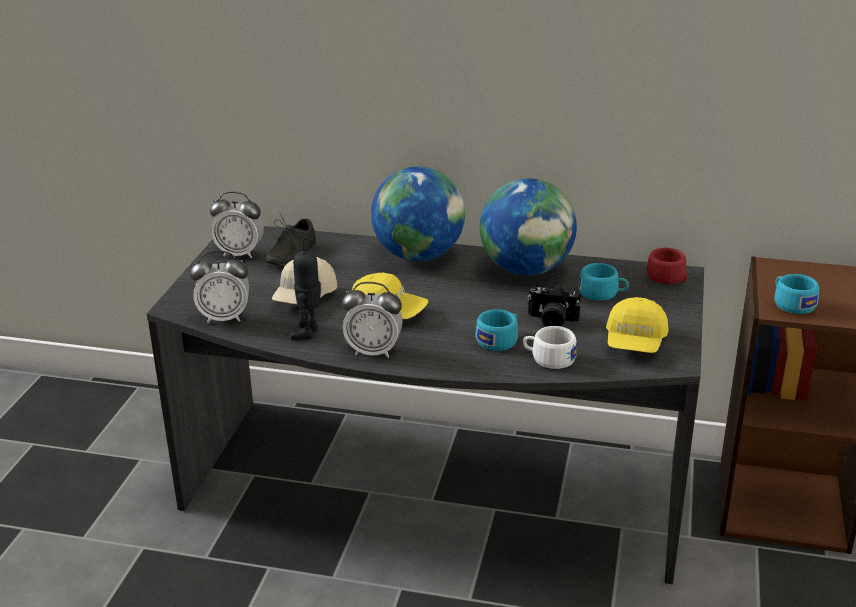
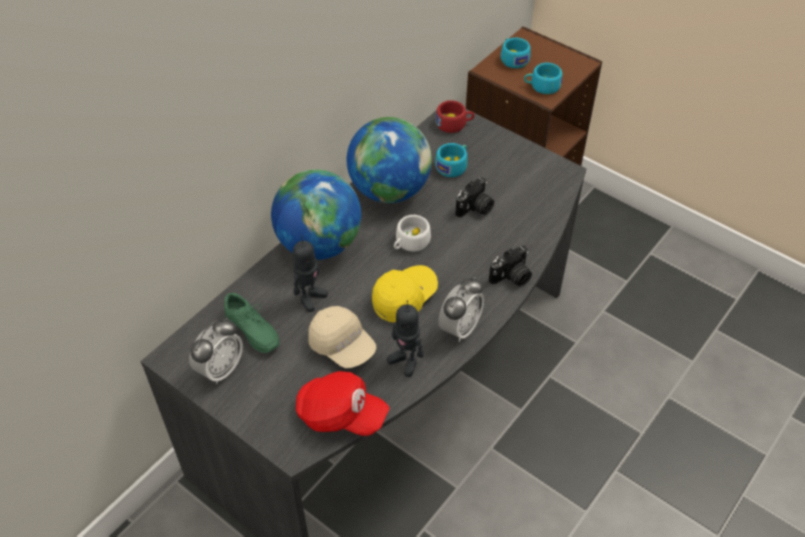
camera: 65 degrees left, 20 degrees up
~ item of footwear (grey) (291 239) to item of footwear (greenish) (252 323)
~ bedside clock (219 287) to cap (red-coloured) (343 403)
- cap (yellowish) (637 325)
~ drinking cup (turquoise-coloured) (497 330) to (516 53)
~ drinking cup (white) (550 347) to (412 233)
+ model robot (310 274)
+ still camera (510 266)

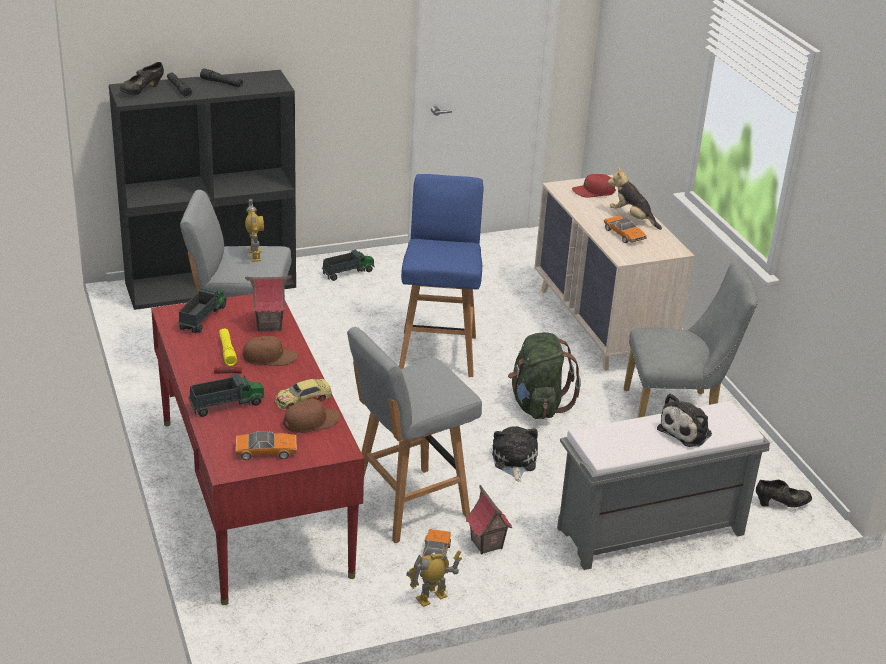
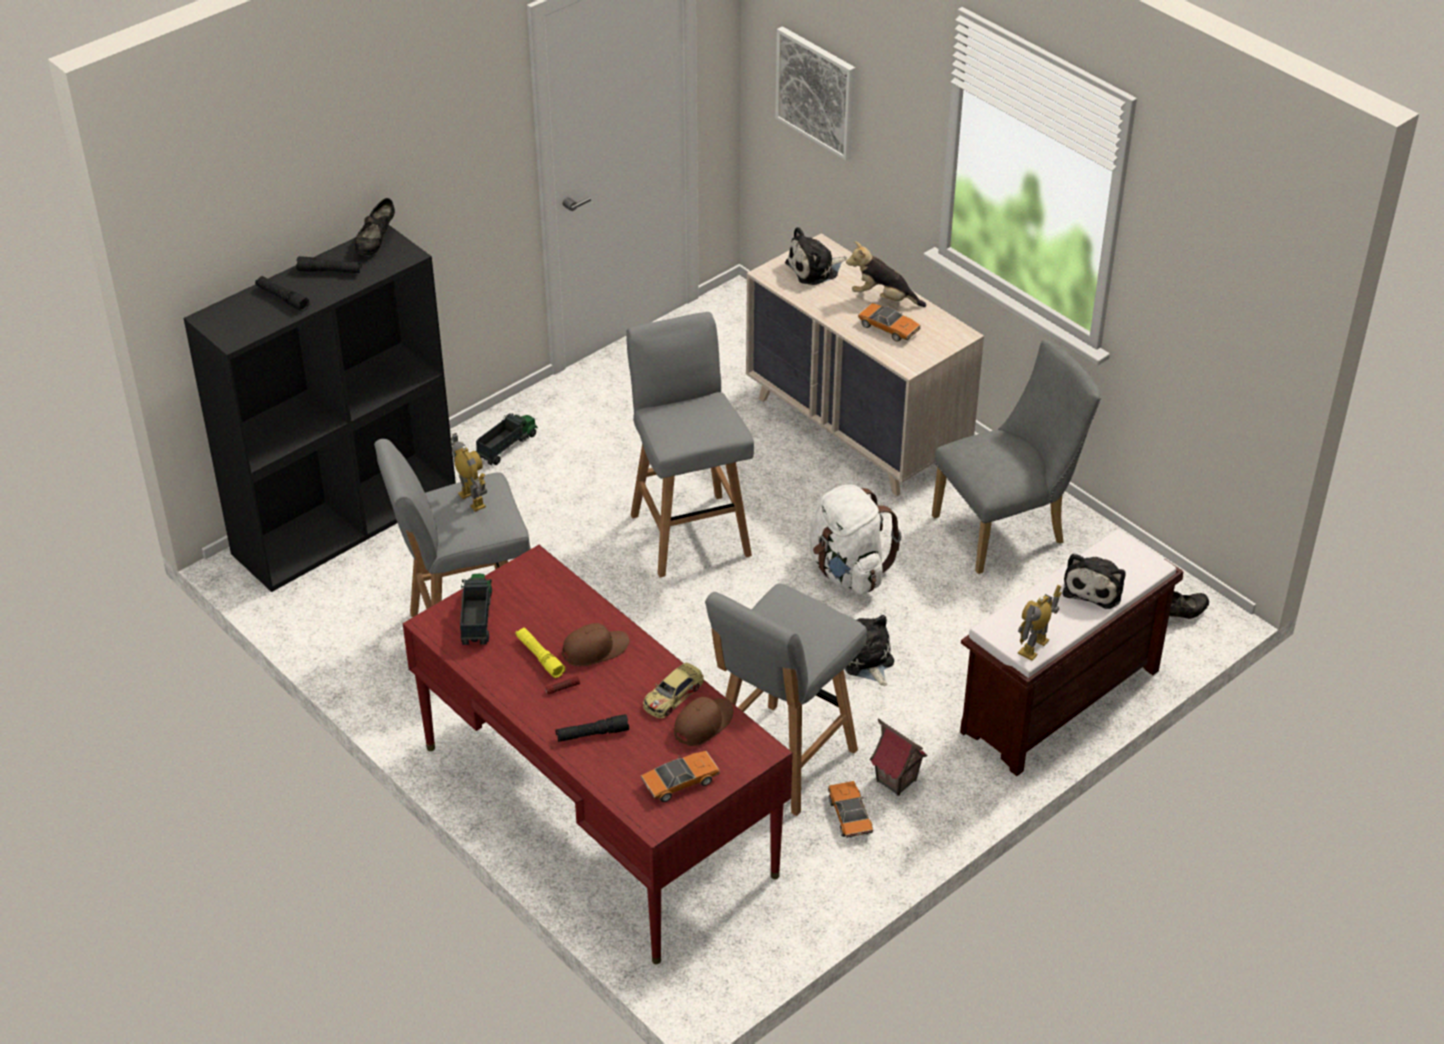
camera: 20 degrees left, 10 degrees up
~ item of footwear (black-coloured) (142 78) to (375 226)
~ sitting stool (bluish) (441 275) to sitting stool (grey) (690 444)
~ cap (red-coloured) (594 185) to soft toy (816 256)
- toy house (268 303)
~ rucksack (greenish) (544 375) to rucksack (white) (856 540)
~ toy lorry (226 395) to hand torch (black-coloured) (592 728)
~ long seat (grey) (663 485) to long seat (brownish) (1072 652)
~ model robot (434 578) to (1039 623)
+ wall picture (815 93)

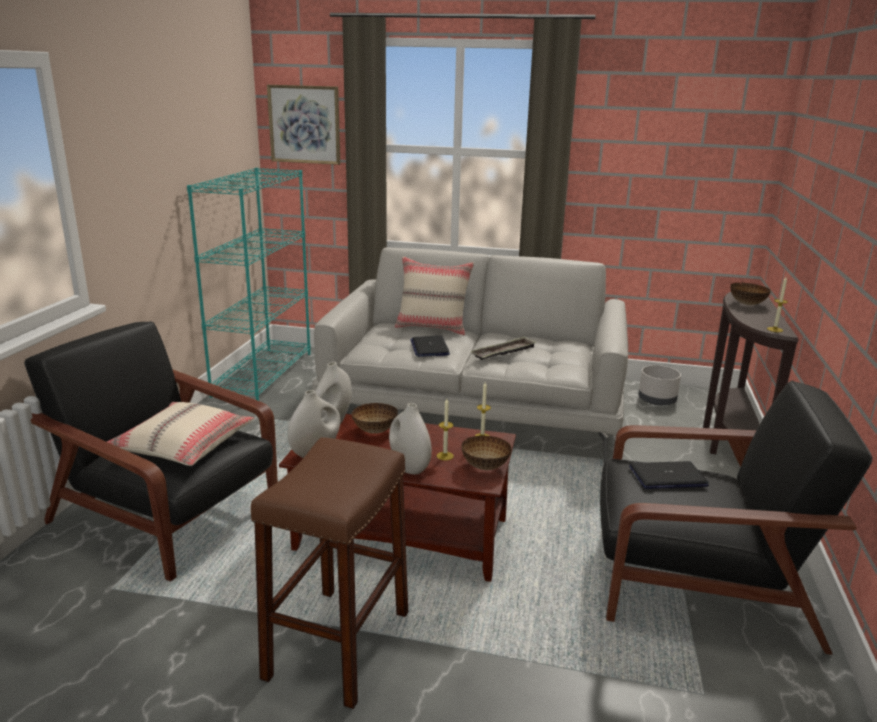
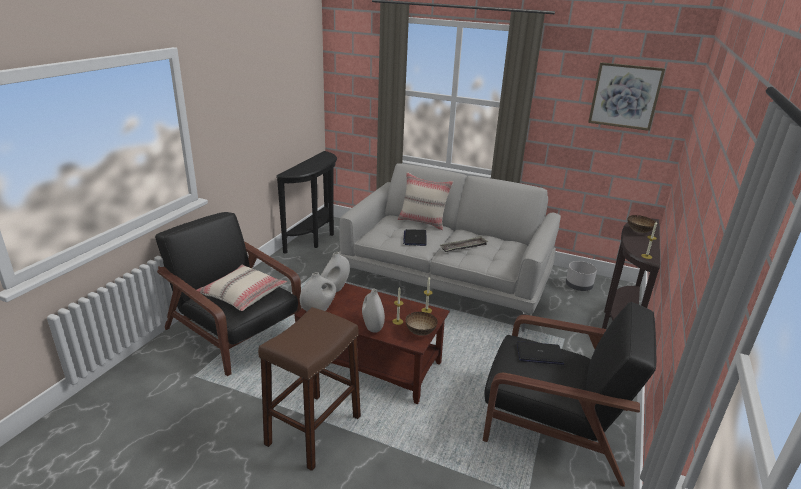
camera: 10 degrees right, 5 degrees up
~ wall picture (303 125) to (626 96)
~ bookshelf (turquoise-coloured) (249 284) to console table (black-coloured) (306 202)
- deep dish (375 418)

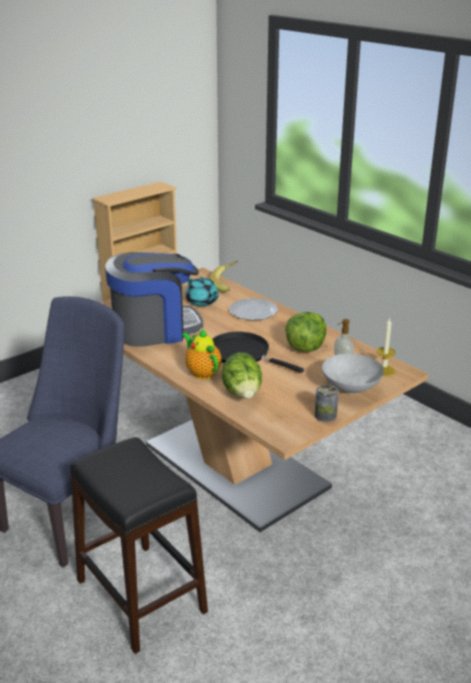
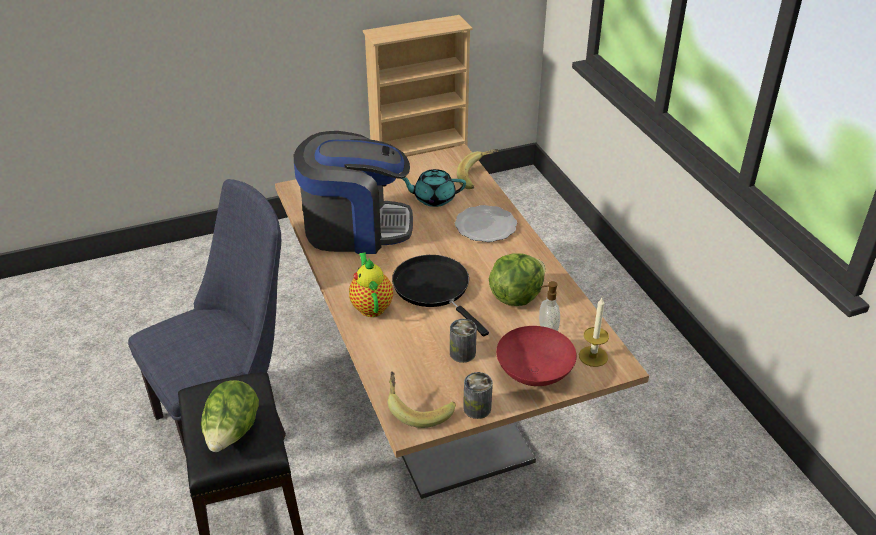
camera: 20 degrees right, 10 degrees up
~ pot for tea (turquoise-coloured) (201 291) = (434 188) 105 degrees clockwise
~ lettuce (241 375) to (230 416)
~ deep dish (grey) (353 373) to deep dish (red-coloured) (536 356)
+ can (463 341)
+ banana (422 400)

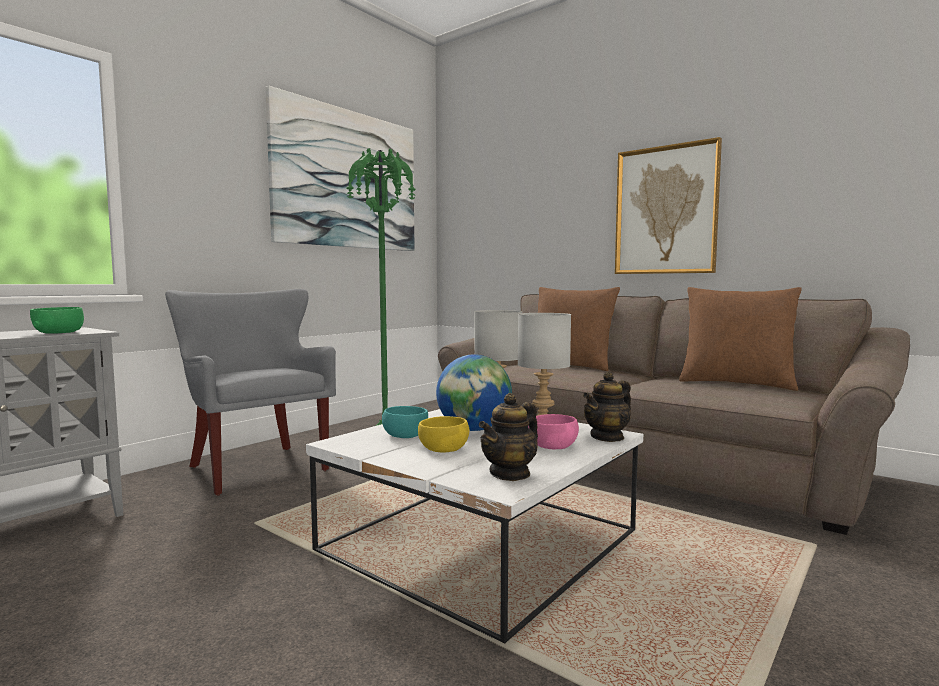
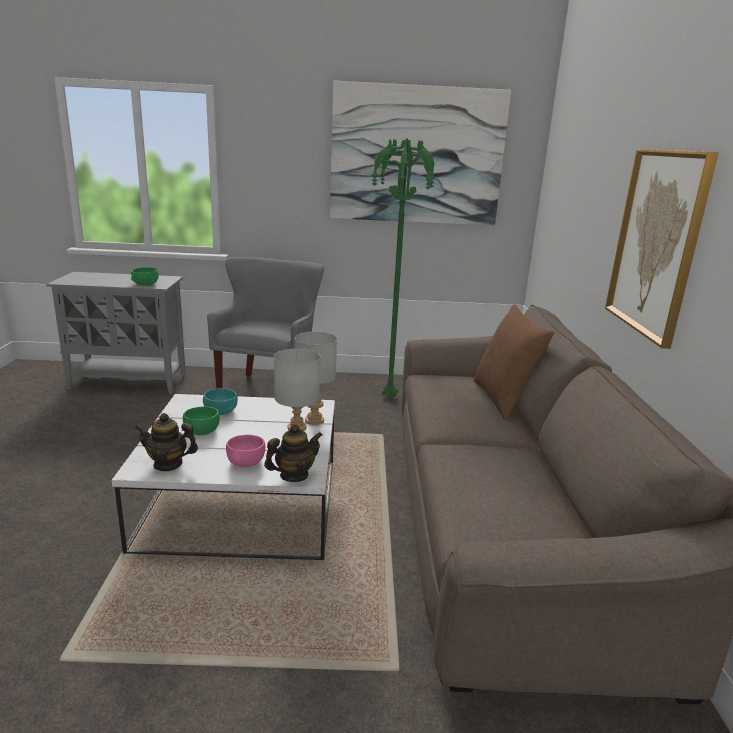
camera: 50 degrees right, 15 degrees up
- pillow (brownish) (740 339)
- desk globe (474 392)
~ pot for tea (607 407) = (293 453) 135 degrees clockwise
~ deep dish (yellowish) (443 434) to deep dish (greenish) (201 420)

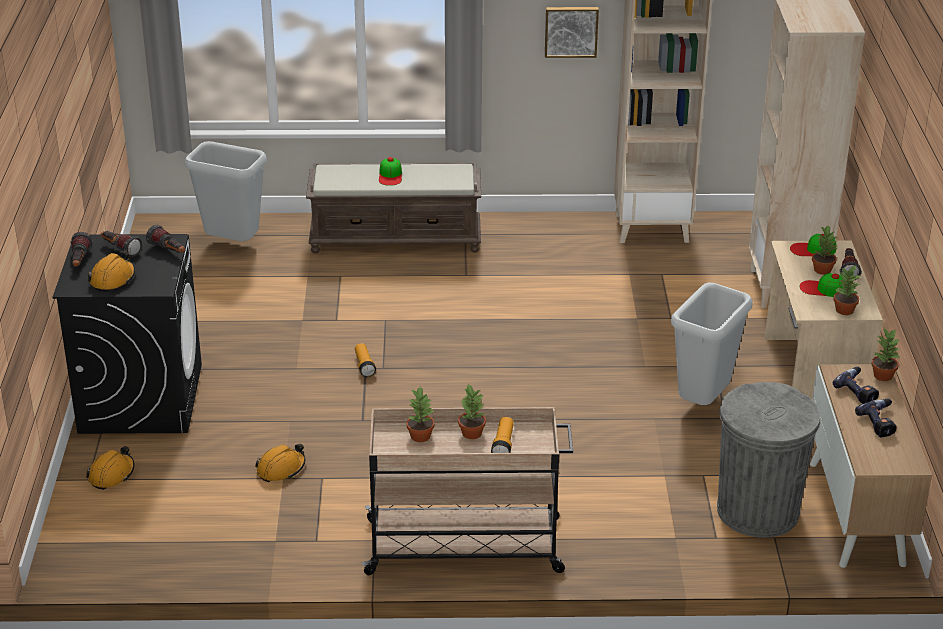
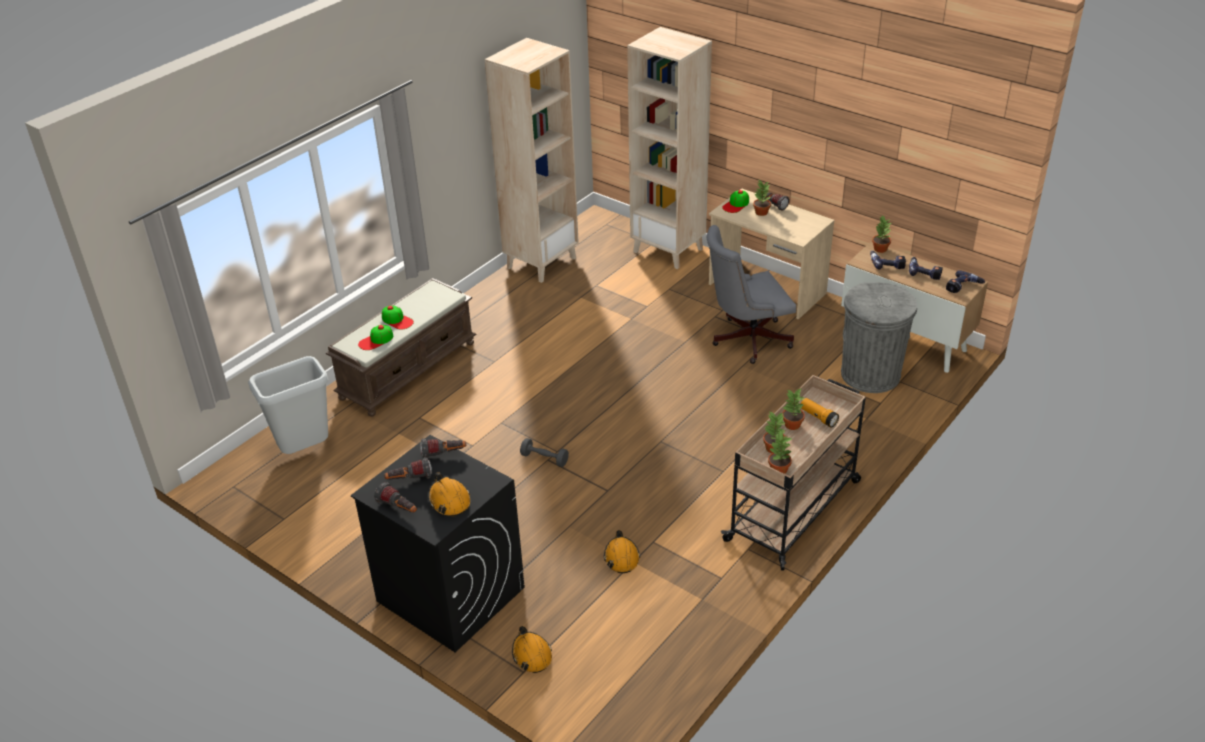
camera: 50 degrees left, 5 degrees up
- wall picture (572 32)
~ houseplant (846 290) to (780 452)
~ cap (821 285) to (375 337)
~ rubbish bin (grey) (712 344) to computer chair (grey) (751 294)
~ hand torch (365 360) to dumbbell (grey) (544 452)
+ power drill (965 281)

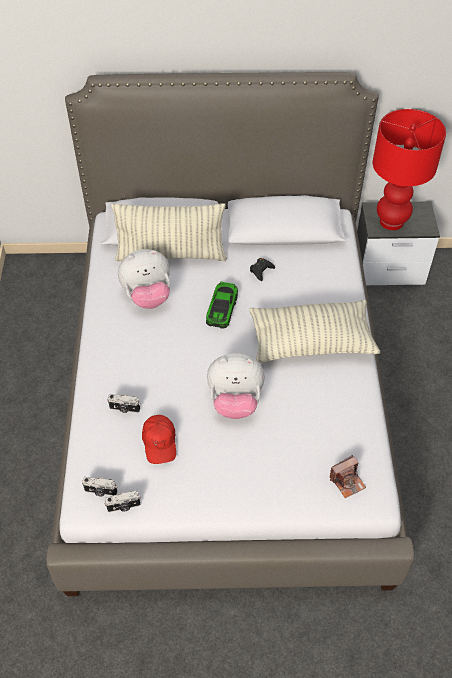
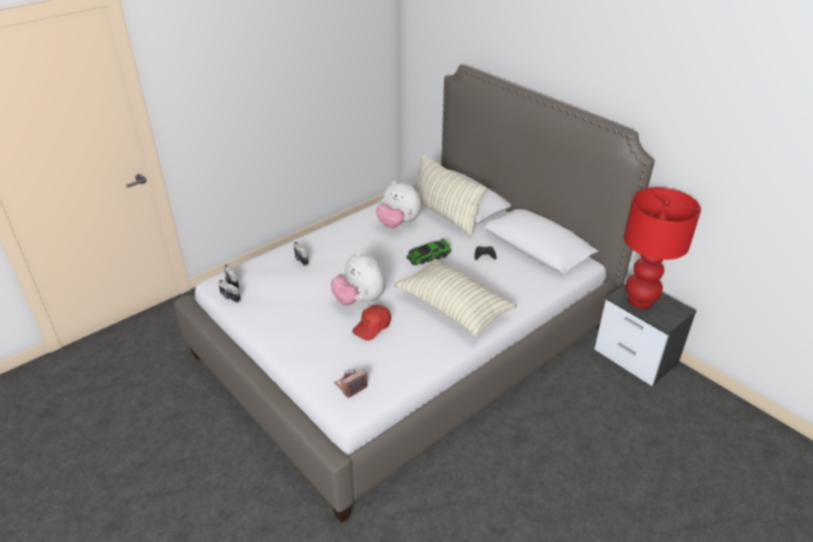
camera: 50 degrees right, 15 degrees down
~ cap (red-coloured) (159 439) to (371 323)
~ still camera (348 476) = (350 383) 120 degrees clockwise

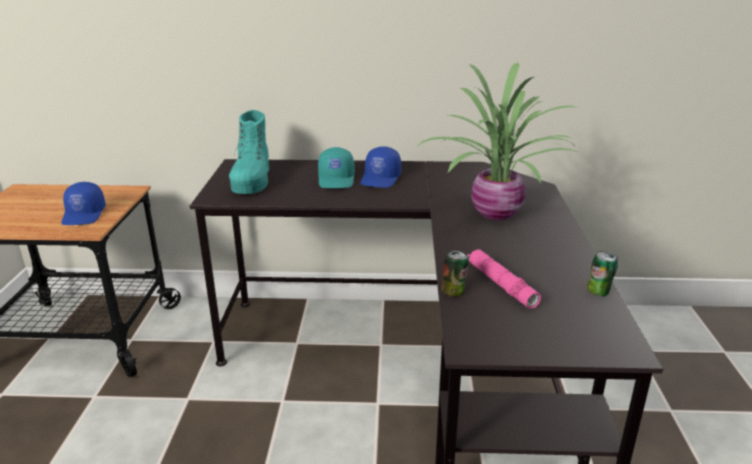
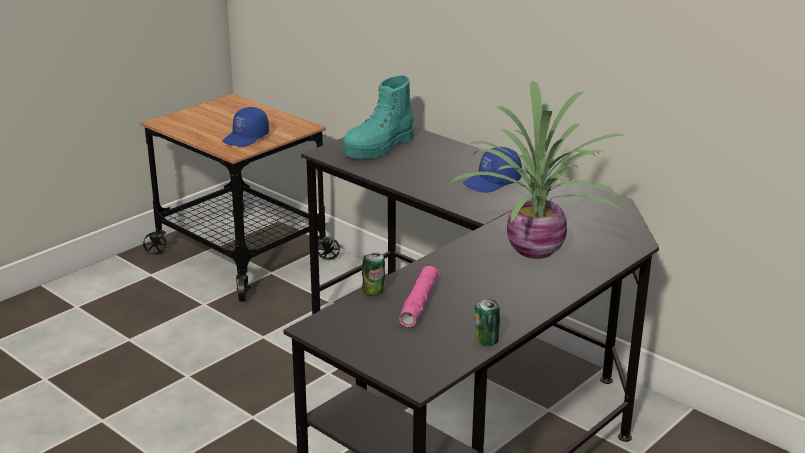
camera: 40 degrees right, 0 degrees up
- cap (turquoise-coloured) (336 167)

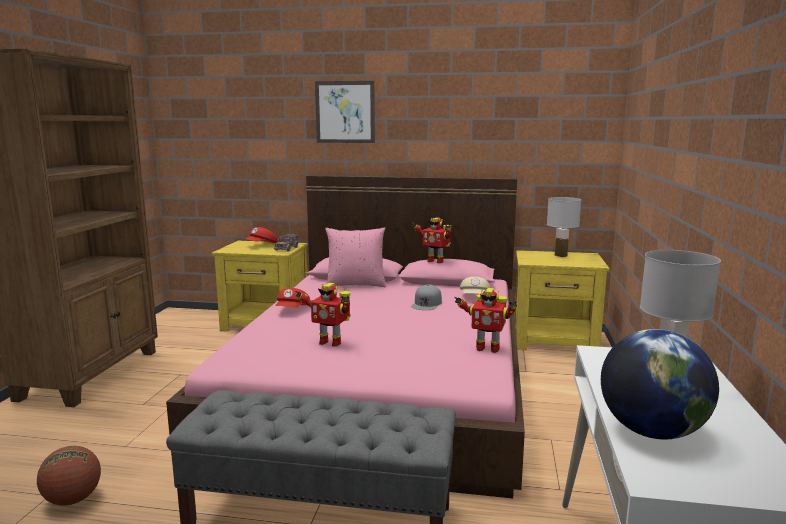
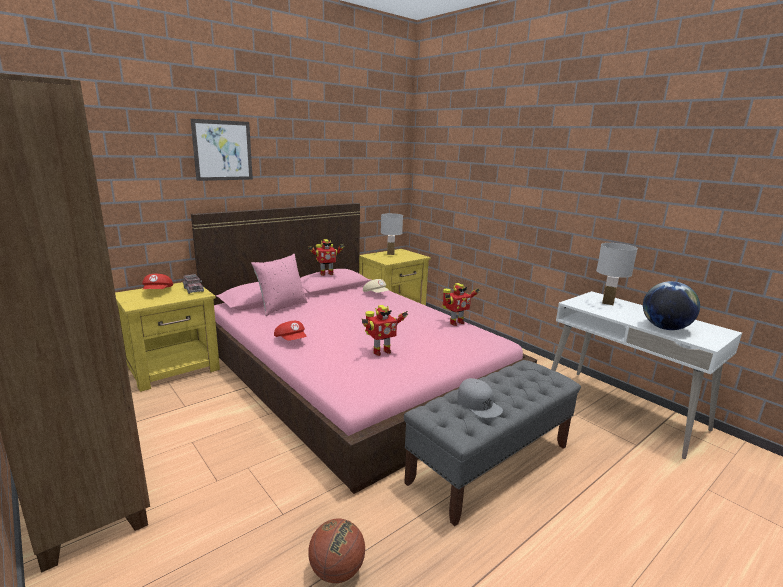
camera: 50 degrees left, 5 degrees up
~ cap (grey) (426 297) to (480 398)

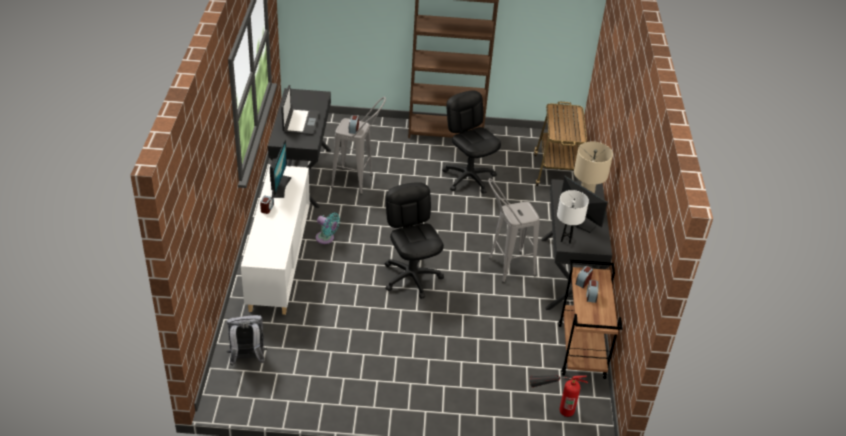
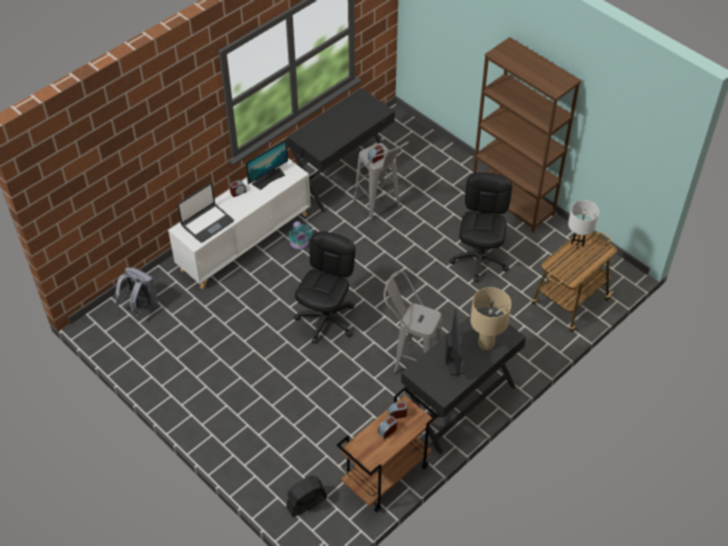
camera: 45 degrees right, 10 degrees up
~ laptop (300 110) to (205 213)
~ lamp for a table (white) (573 217) to (583 225)
~ fire-fighting cylinder (558 396) to fan (black-coloured) (306 496)

